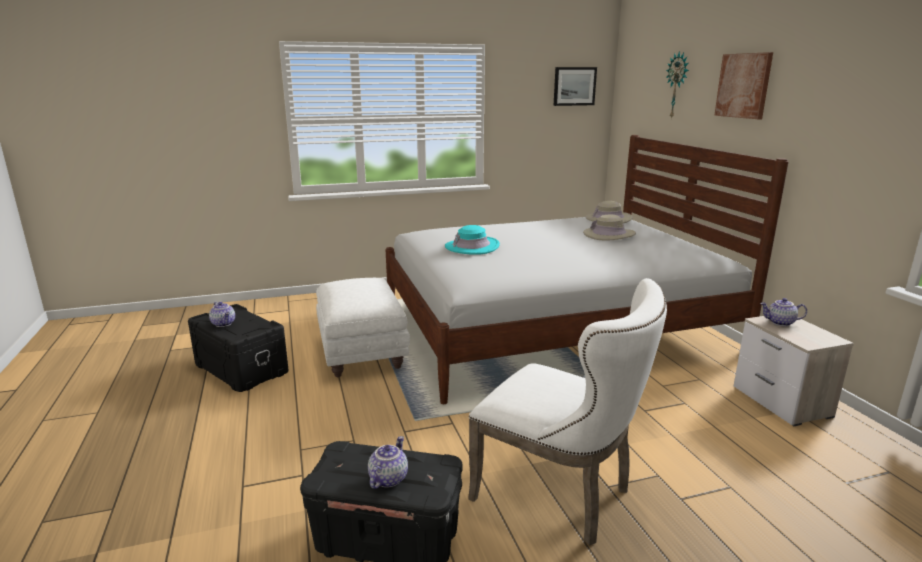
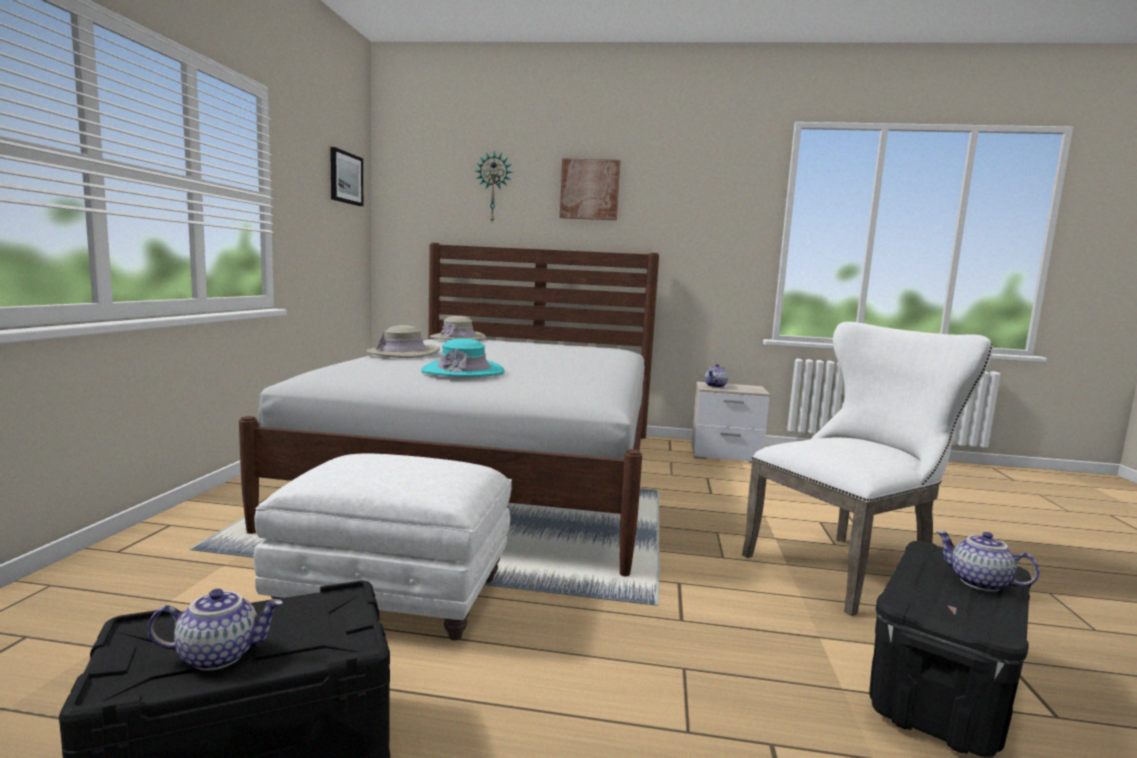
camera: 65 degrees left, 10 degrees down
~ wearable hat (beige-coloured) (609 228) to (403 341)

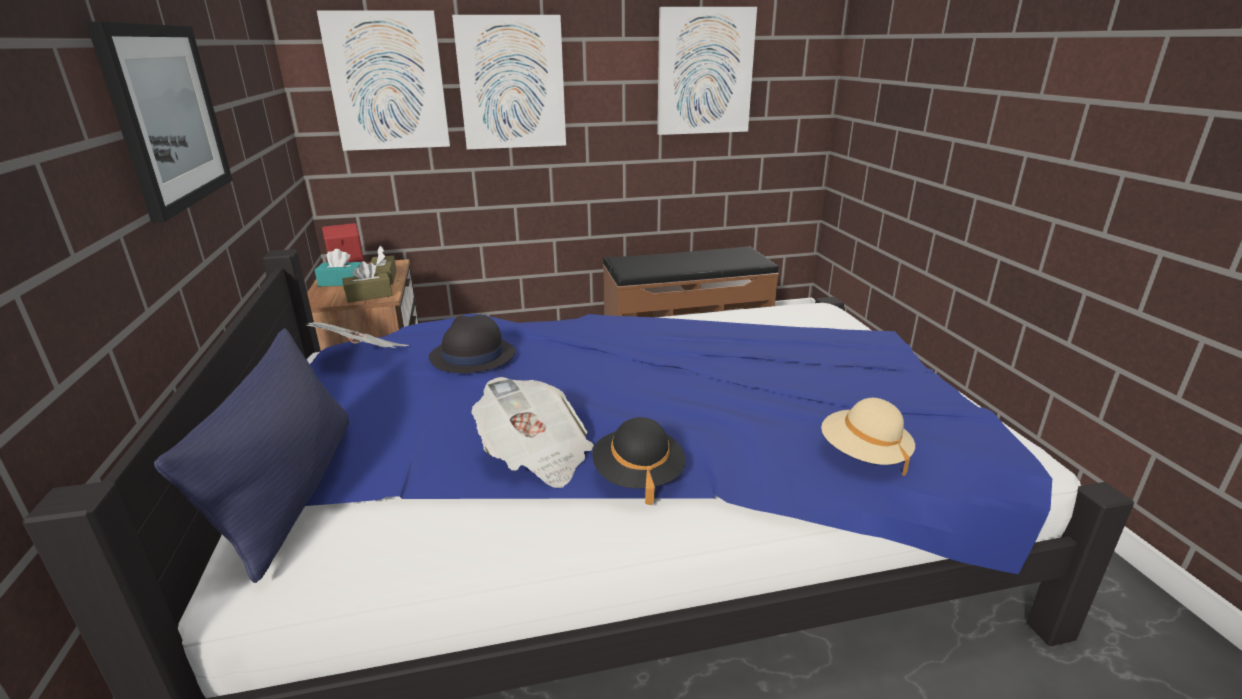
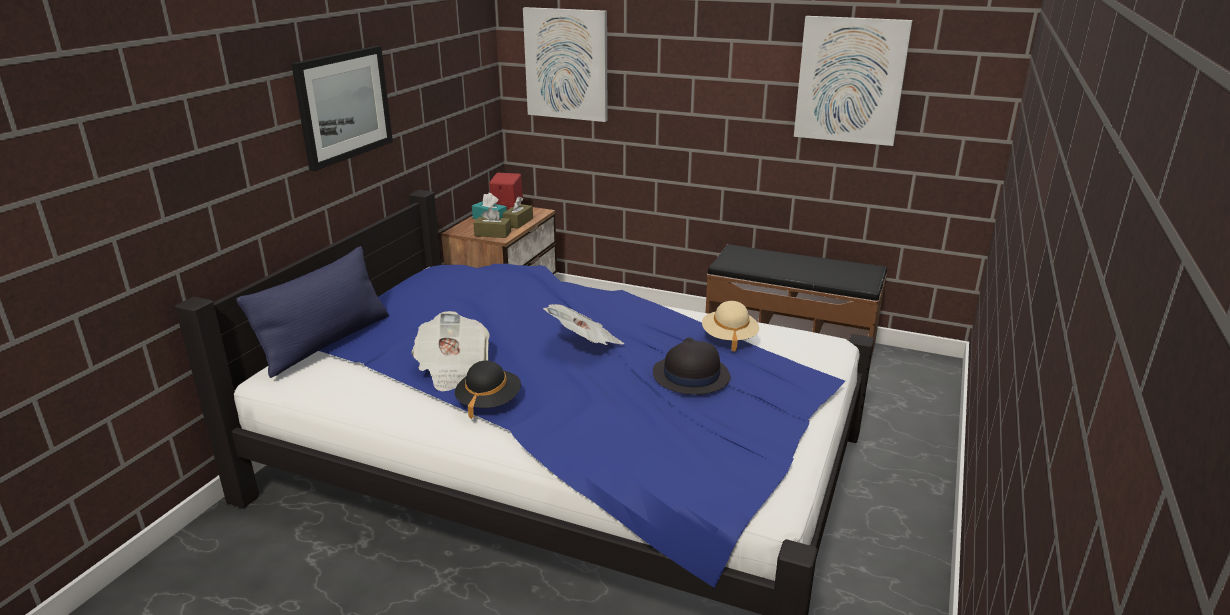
camera: 35 degrees right, 0 degrees up
- wall picture (509 82)
~ wearable hat (black-coloured) (472 344) to (692 365)
~ daily paper (357 335) to (583 324)
~ wearable hat (beige-coloured) (868 437) to (730 326)

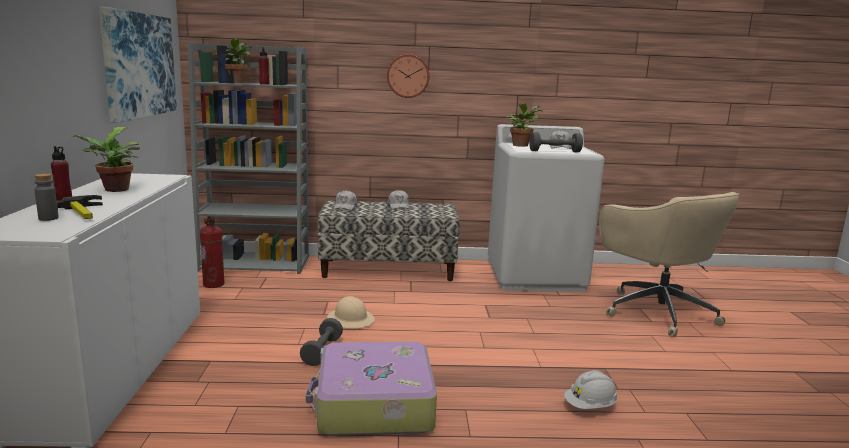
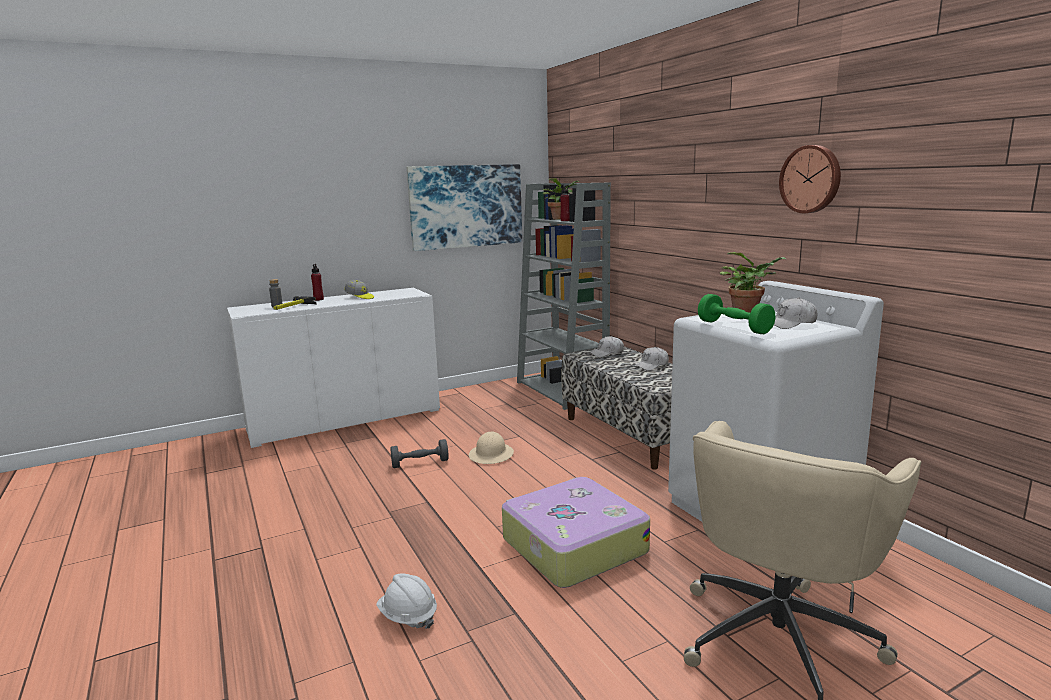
camera: 65 degrees right, 0 degrees up
~ hanging clock (408 76) to (810 179)
~ houseplant (106 159) to cap (359 289)
~ dumbbell (grey) (556 142) to dumbbell (greenish) (737 314)
- fire-fighting cylinder (212 252)
~ piece of luggage (371 389) to (576 532)

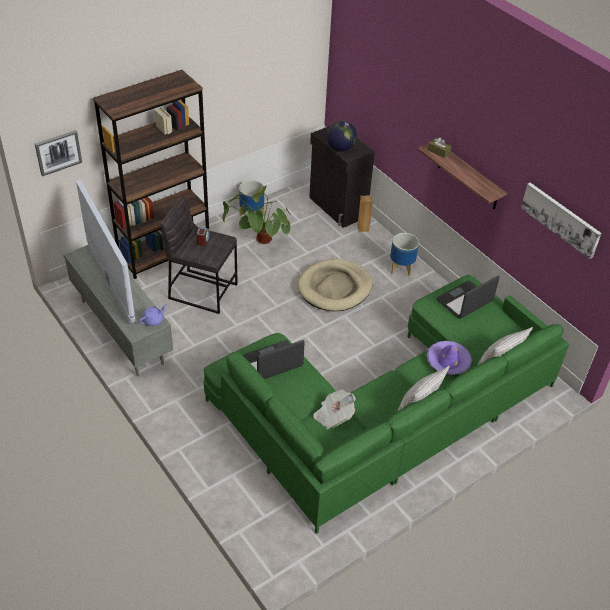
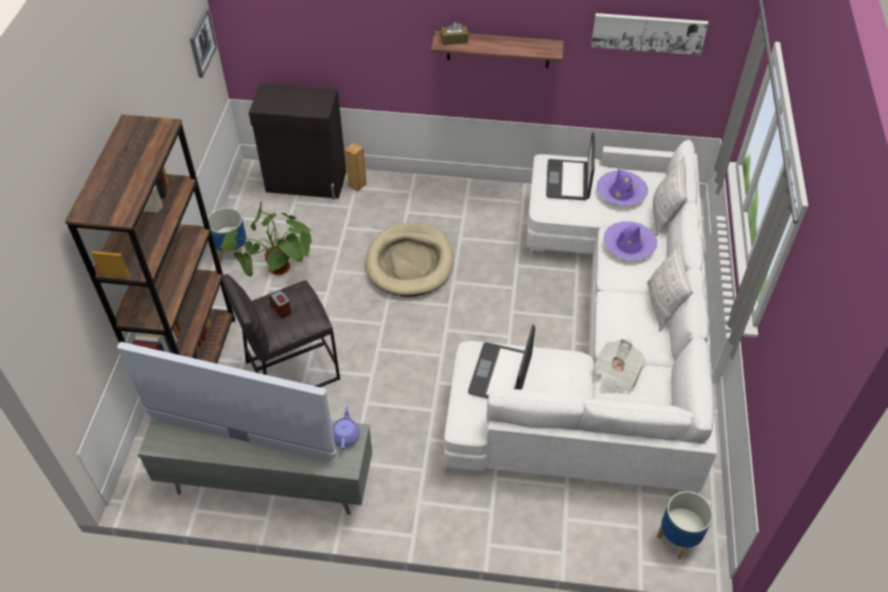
camera: 45 degrees left, 5 degrees up
- desk globe (342 136)
~ wall picture (58 153) to (203 43)
~ planter (404 254) to (685 525)
~ sofa (greenish) (386 404) to sofa (white) (580 316)
+ wearable hat (purple-coloured) (622 187)

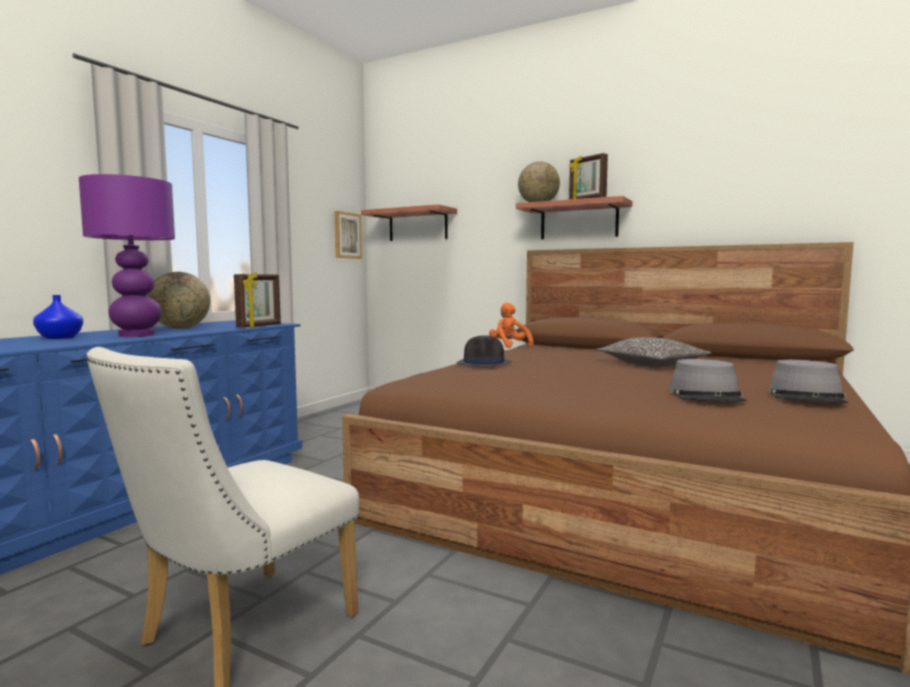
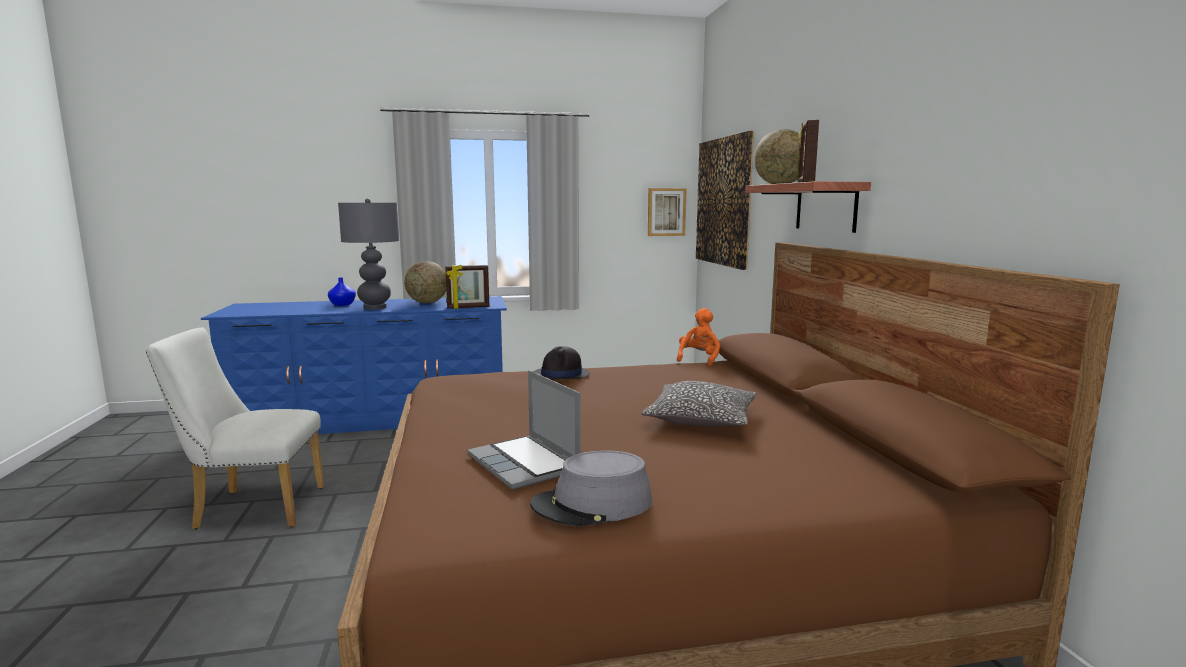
camera: 50 degrees right, 5 degrees up
~ lamp for a table (purple-coloured) (127 255) to lamp for a table (grey) (368 254)
~ bracket shelf (409 222) to wall picture (725 200)
~ wearable hat (grey) (708 380) to laptop (524 430)

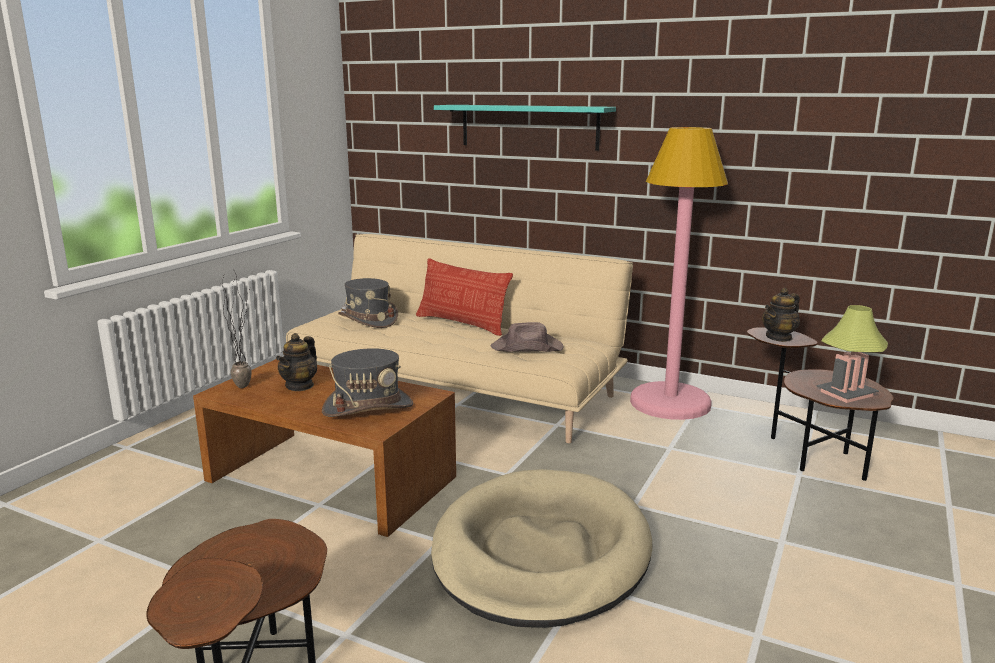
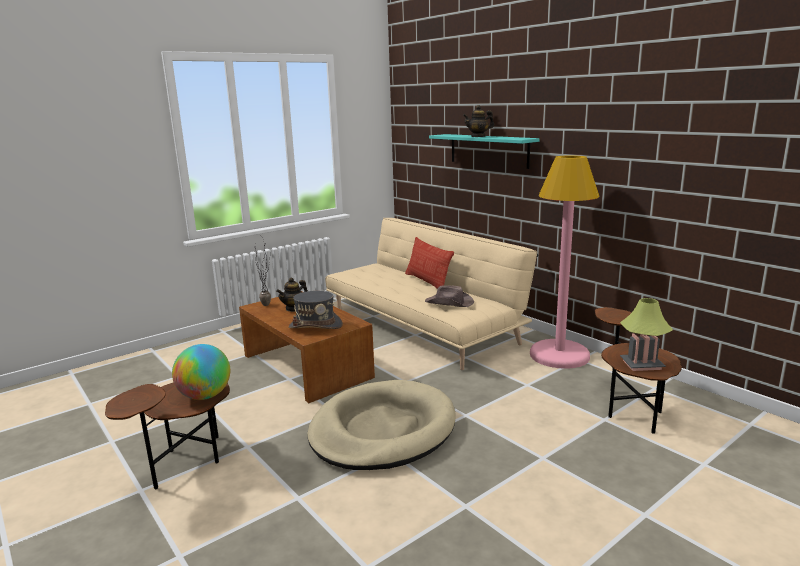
camera: 25 degrees right, 0 degrees up
- wearable hat (grey) (368 303)
~ pot for tea (781 315) to (478 121)
+ desk globe (201 372)

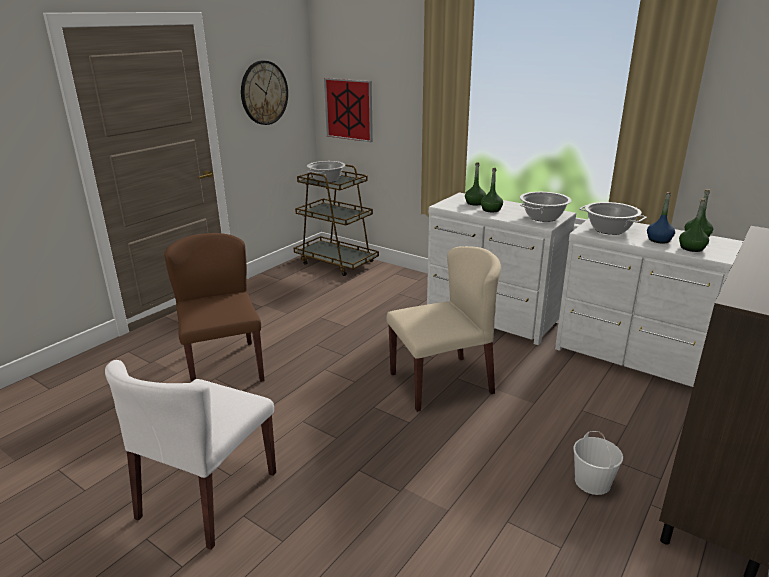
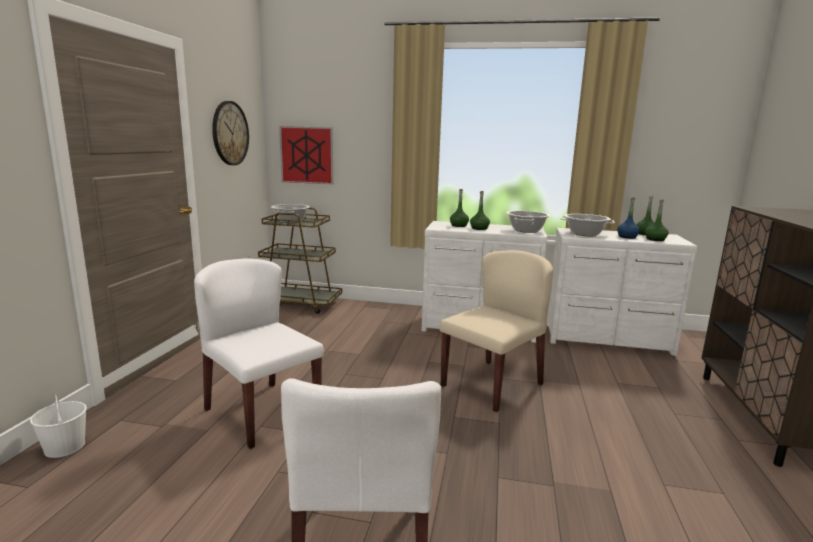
camera: 25 degrees left, 10 degrees down
~ plain chair (brownish) (214 307) to plain chair (white) (259 354)
~ water bucket (white) (598 463) to (58 425)

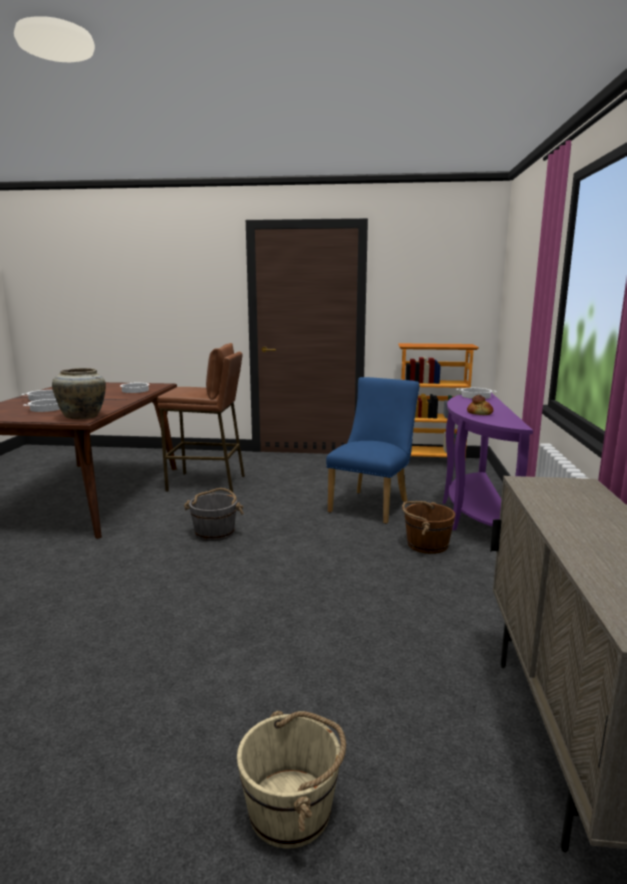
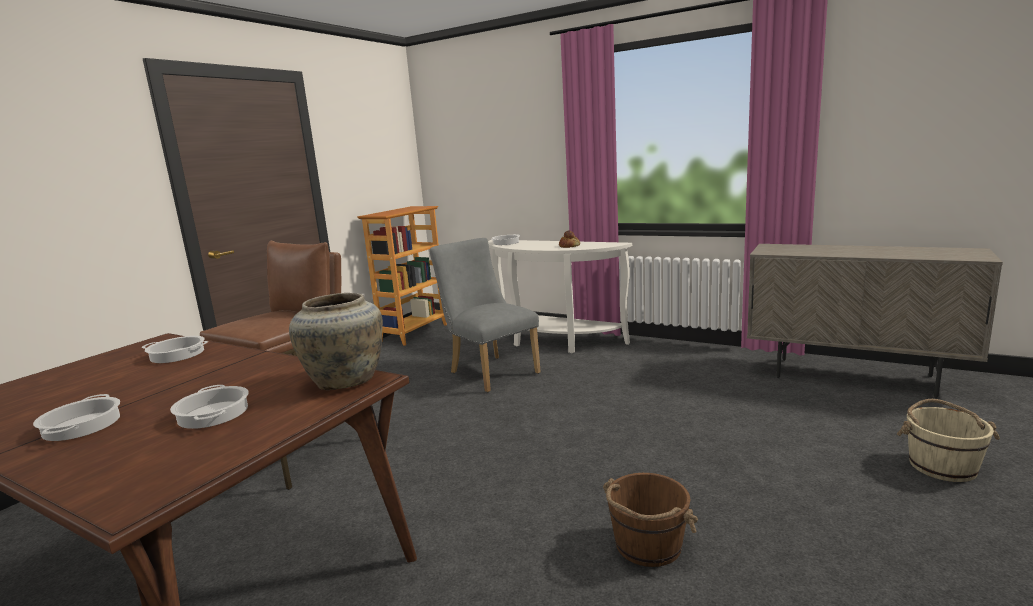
camera: 65 degrees left, 0 degrees up
~ plain chair (bluish) (373 450) to plain chair (grey) (485 315)
~ console table (purple-coloured) (487 461) to console table (white) (560 296)
- water bucket (grey) (214 514)
~ water bucket (brownish) (428 527) to (650 520)

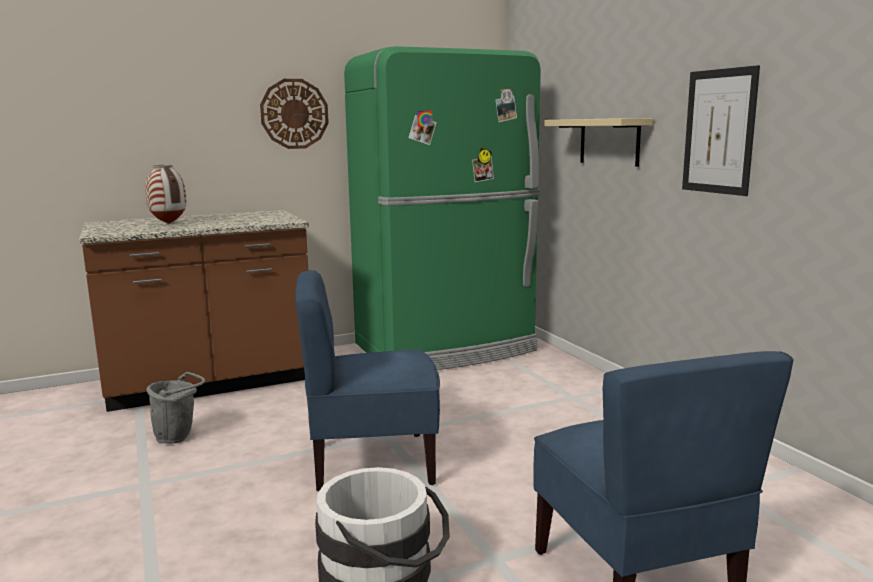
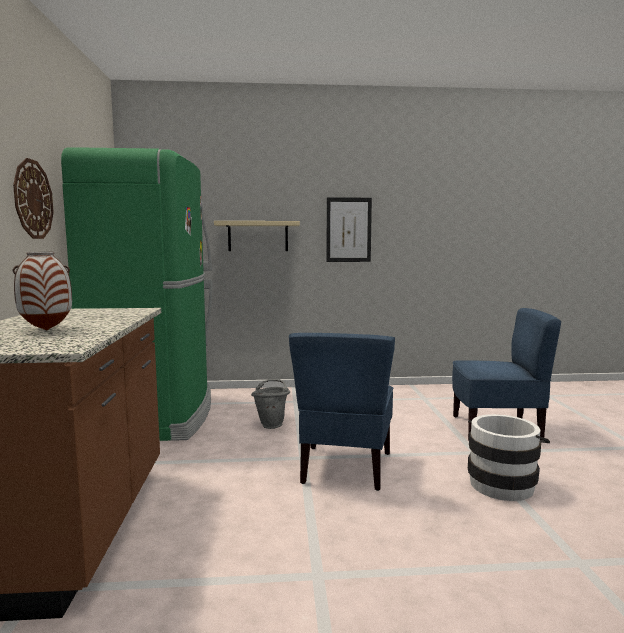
camera: 70 degrees left, 5 degrees down
~ water bucket (grey) (175 408) to (270 404)

